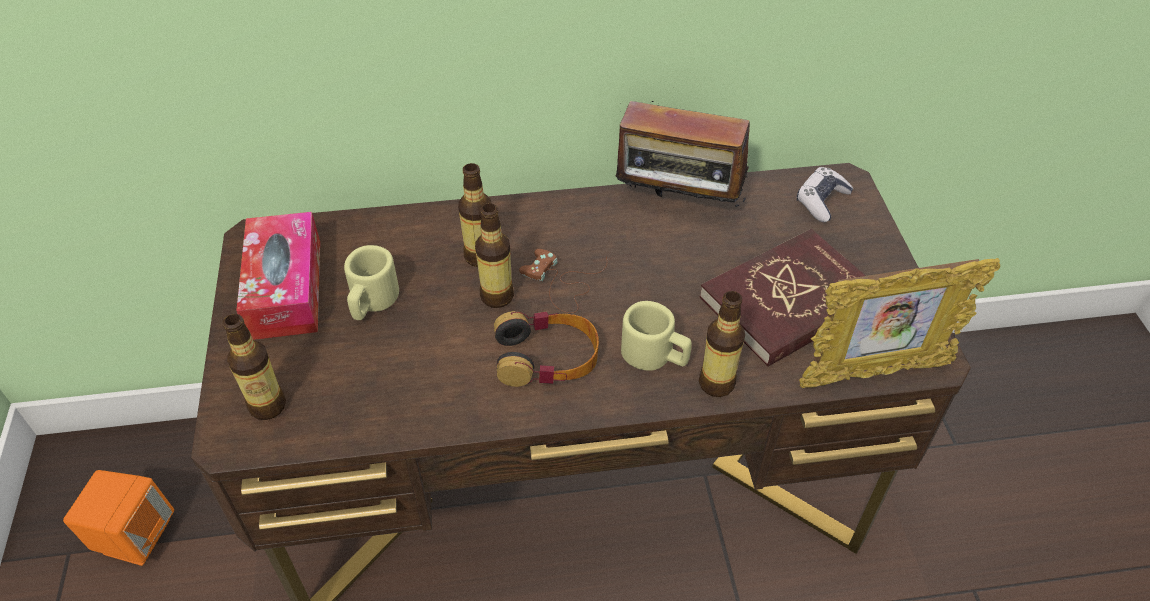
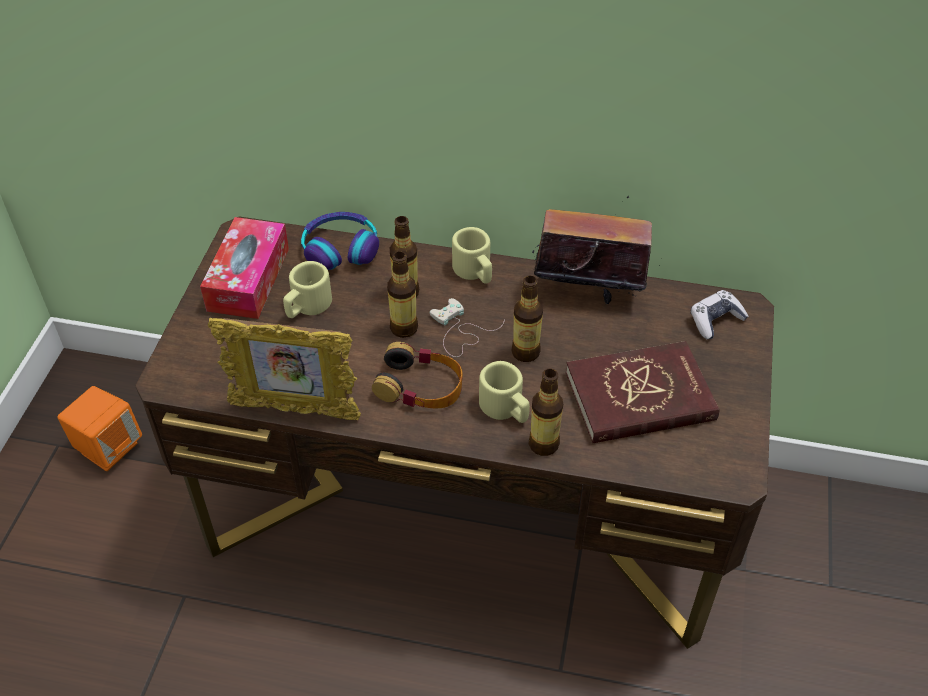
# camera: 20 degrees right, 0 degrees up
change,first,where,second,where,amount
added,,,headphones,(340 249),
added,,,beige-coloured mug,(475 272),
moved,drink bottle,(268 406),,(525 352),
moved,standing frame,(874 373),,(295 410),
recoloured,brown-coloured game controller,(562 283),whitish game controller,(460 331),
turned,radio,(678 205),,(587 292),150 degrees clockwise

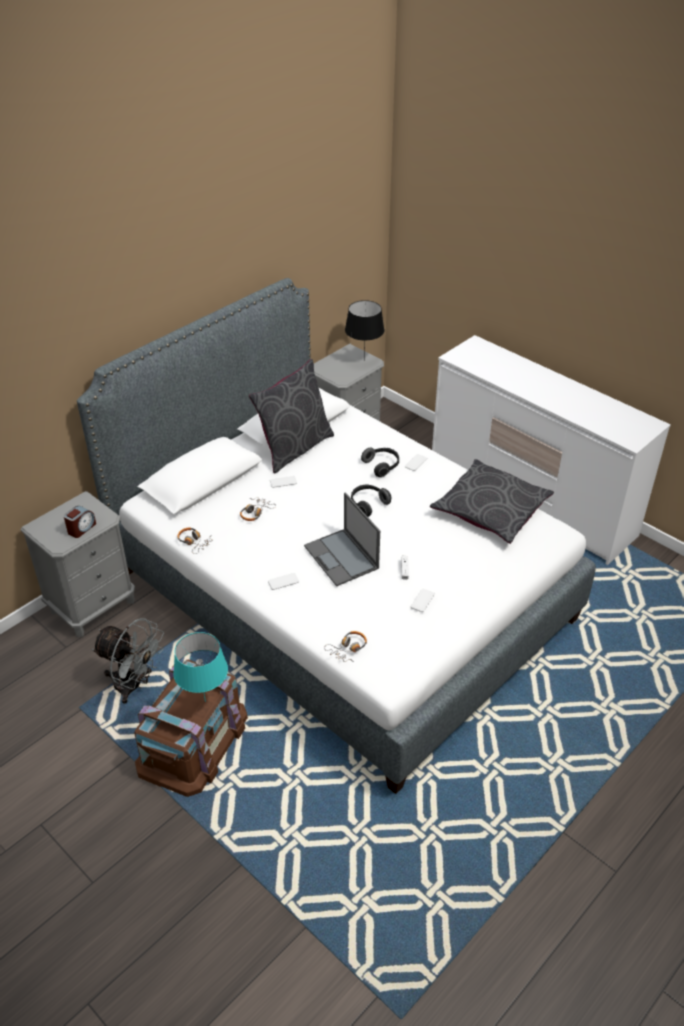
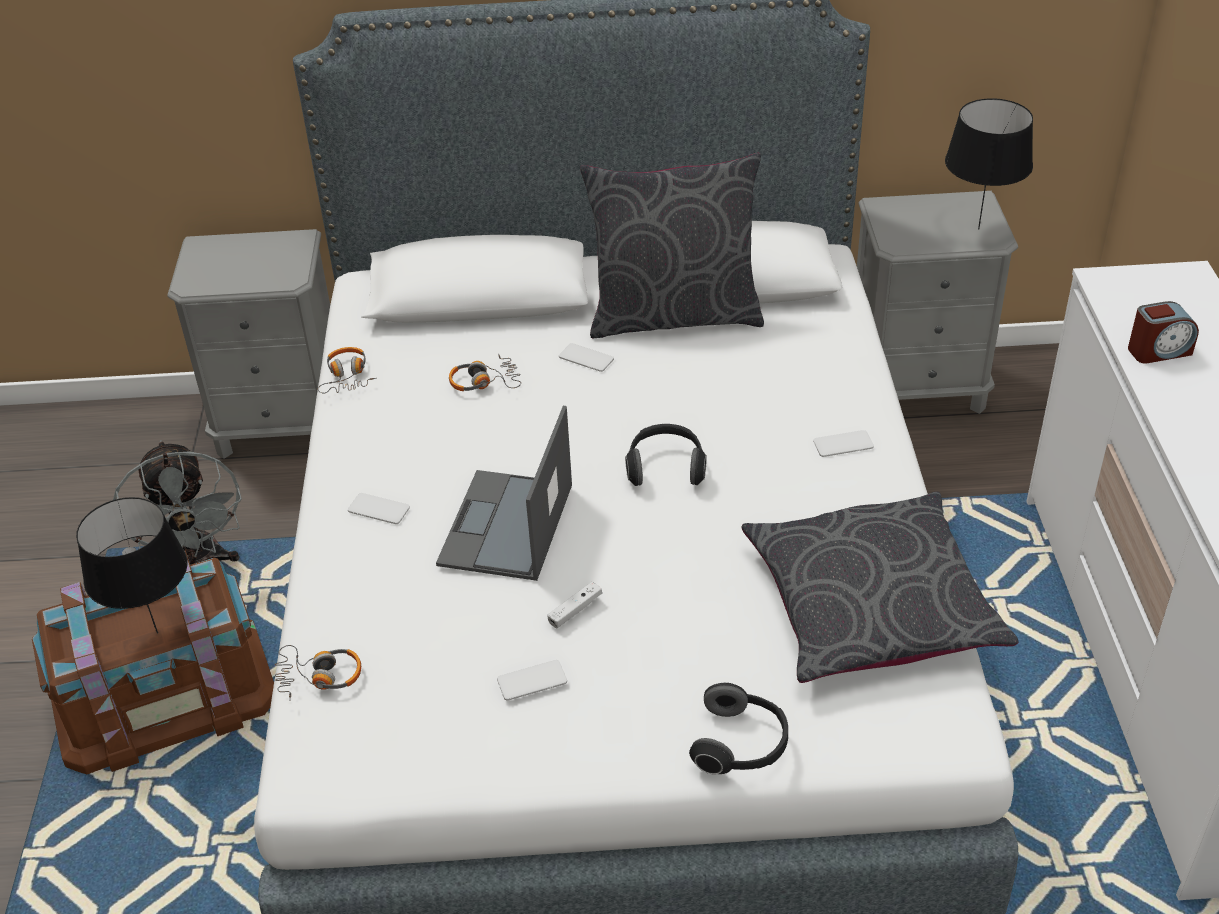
# camera: 45 degrees right, 0 degrees up
change,first,where,second,where,amount
moved,table clock,(81 528),,(1158 351),
moved,headphones,(382 466),,(741 745),
recoloured,blue-green tabletop lamp,(204 701),black-coloured tabletop lamp,(156 632),

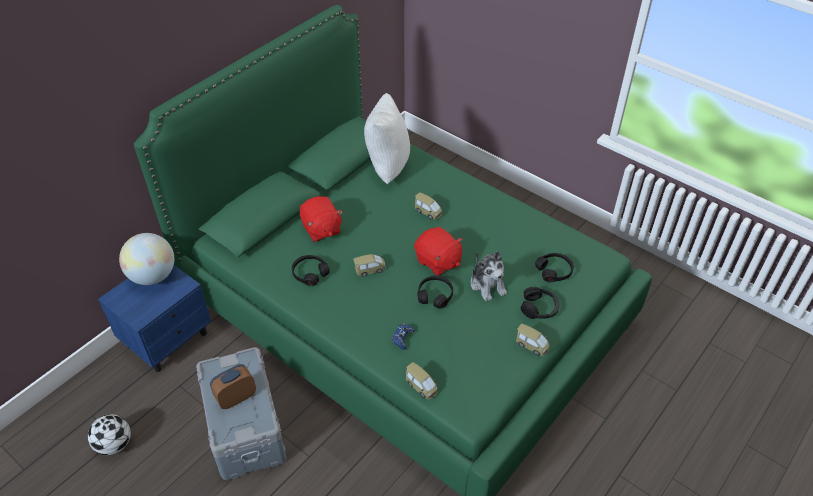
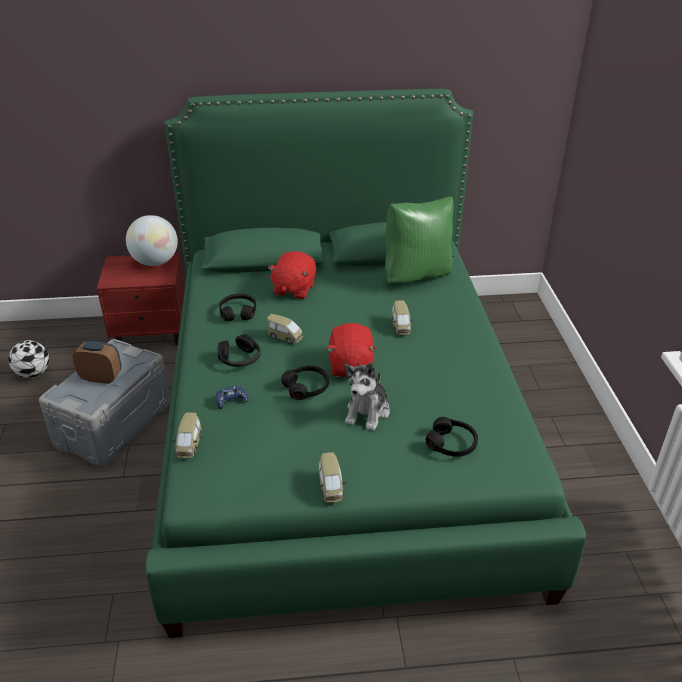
# camera: 45 degrees right, 10 degrees down
change,first,where,second,where,amount
moved,black-coloured headphones,(539 308),,(240 359),
recoloured,bluish bedside table,(168 339),red bedside table,(152 332),
recoloured,whitish cushion,(386 166),greenish cushion,(416 275),

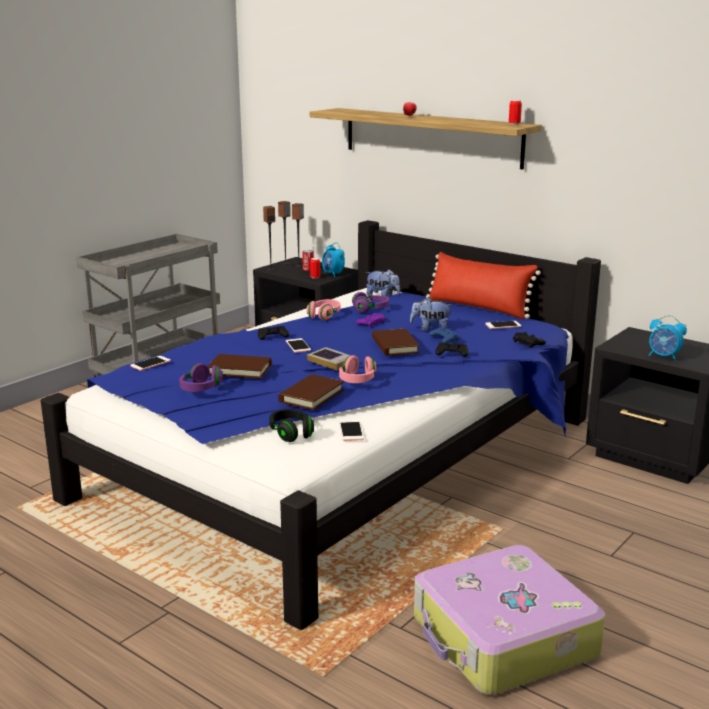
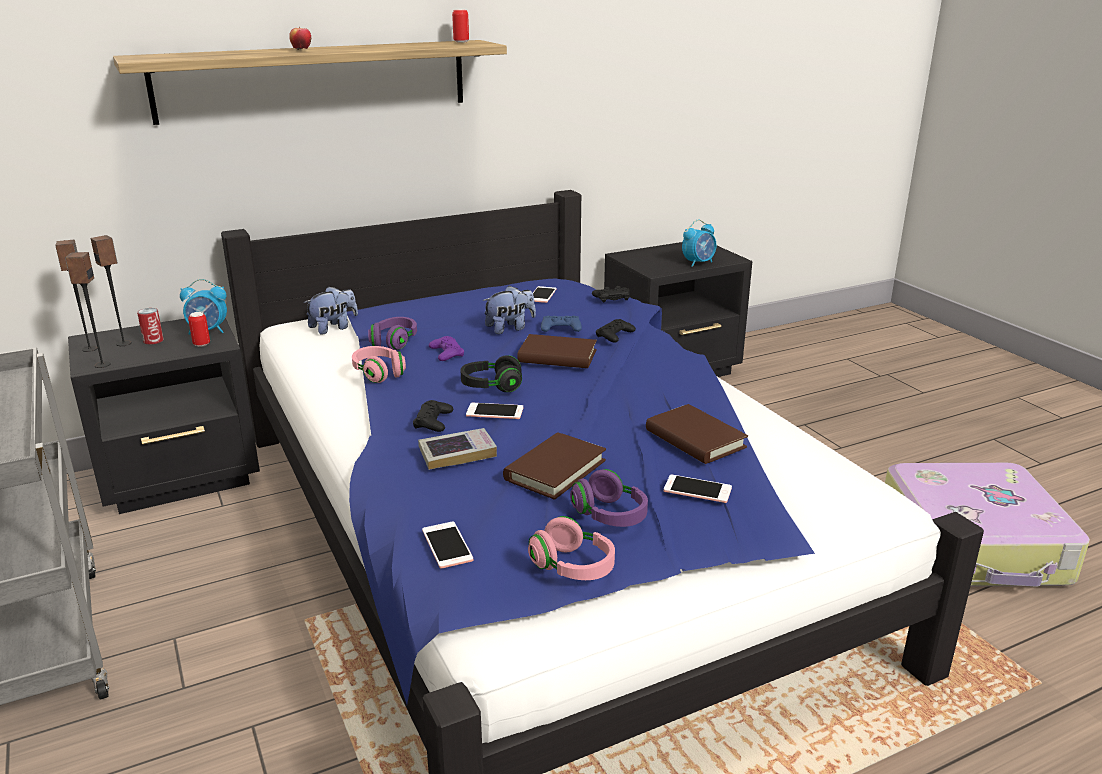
# camera: 65 degrees left, 5 degrees up
change,first,where,second,where,amount
removed,red cushion,(478 308),,,
moved,black-coloured headphones,(291 433),,(491 386),
moved,bound book,(331 362),,(457 453),
moved,pink-coloured headphones,(357 380),,(572 567),
moved,handset,(351 431),,(697 489),
turned,plush toy,(430 329),,(510 328),150 degrees counterclockwise

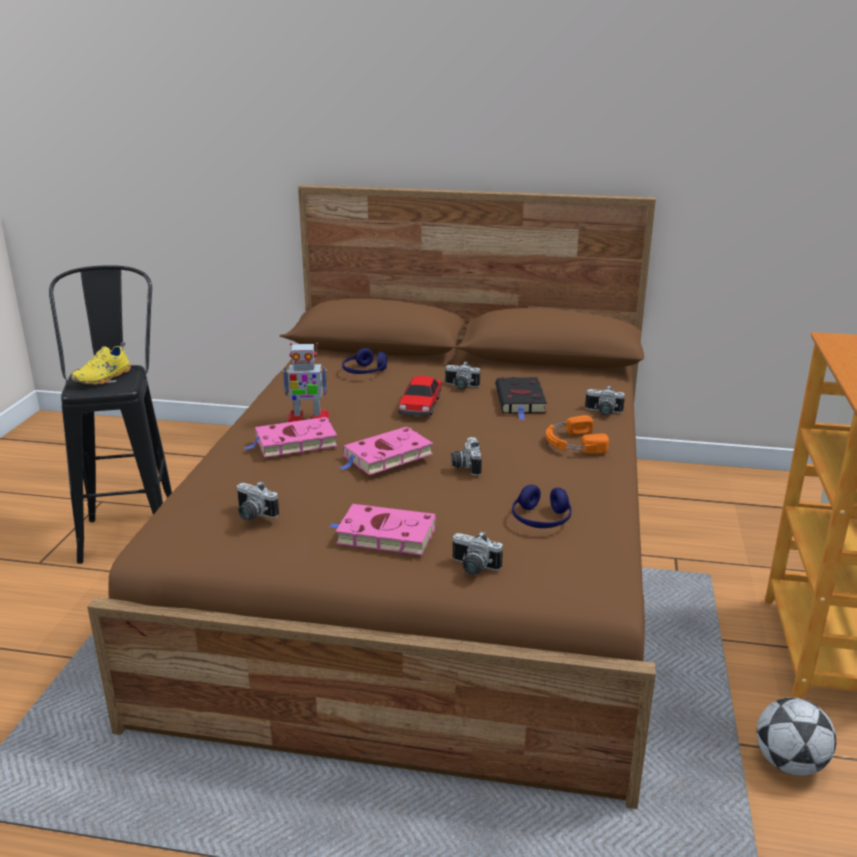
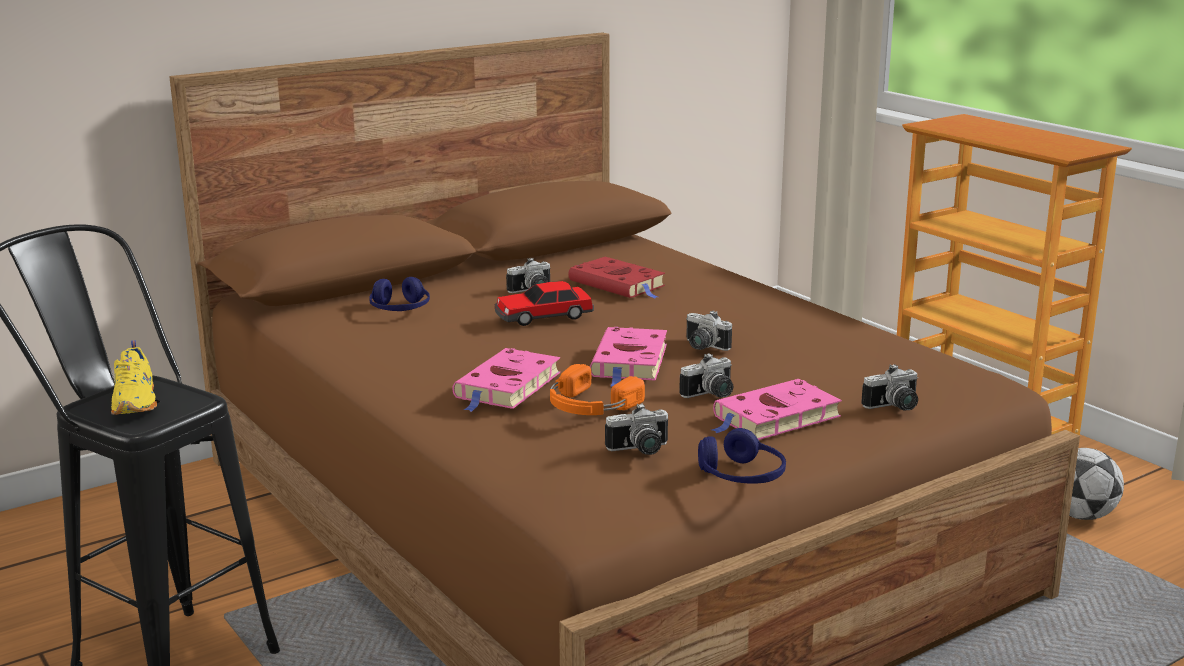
# camera: 45 degrees left, 5 degrees down
change,first,where,second,where,amount
removed,robot figure,(307 419),,,
moved,bluish headphones,(541 520),,(741 476),
moved,orange-coloured headphones,(573 443),,(589 405),
moved,still camera,(603 412),,(711 395),
recoloured,black-coloured bound book,(520 401),red bound book,(619 284),
turned,miniature car,(420 406),,(543 316),105 degrees clockwise

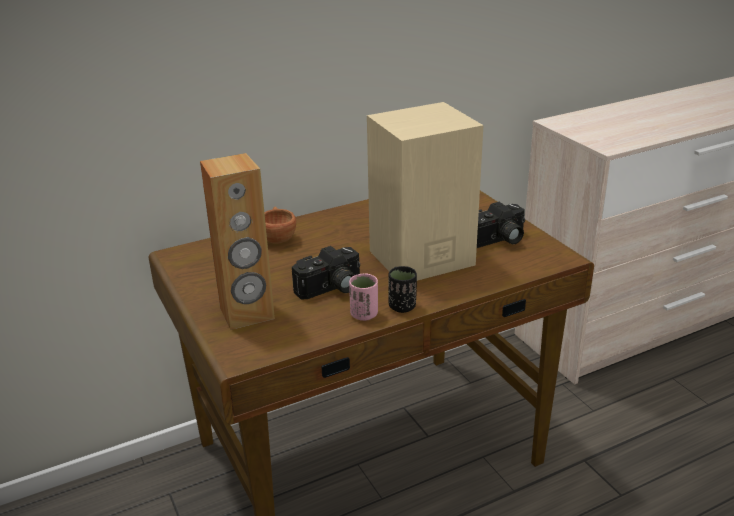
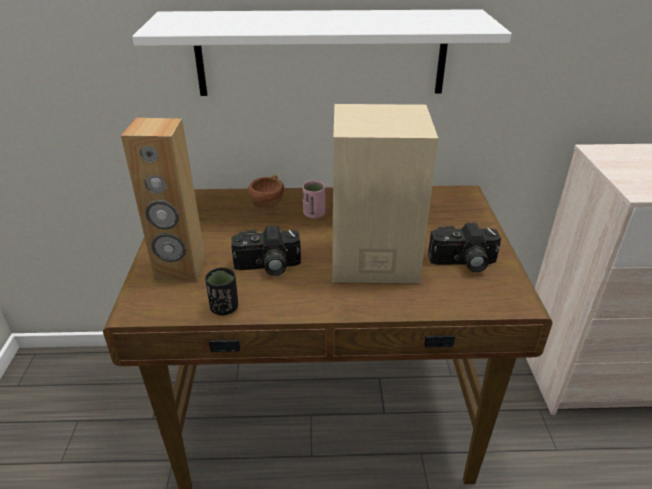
# camera: 25 degrees right, 5 degrees up
change,first,where,second,where,amount
added,,,whitish bracket shelf,(321 53),
moved,pink-coloured drinking cup,(364 315),,(314 214),
moved,black-coloured drinking cup,(402 307),,(224 308),

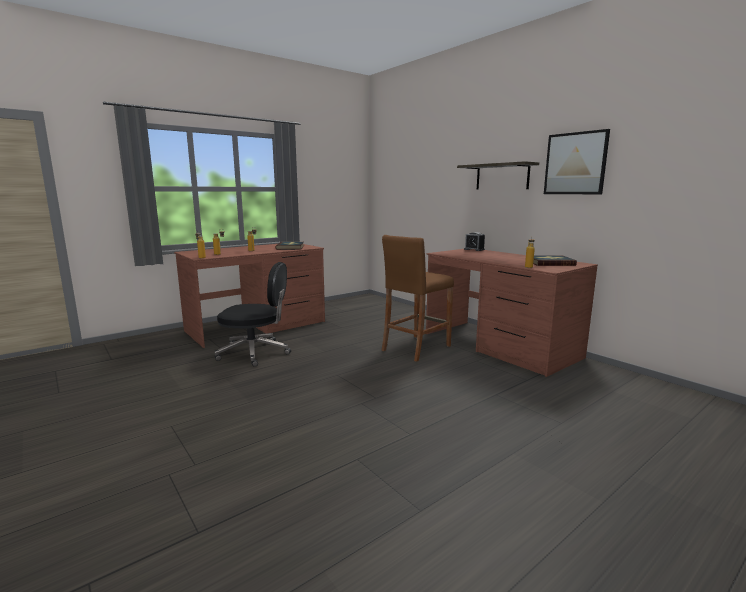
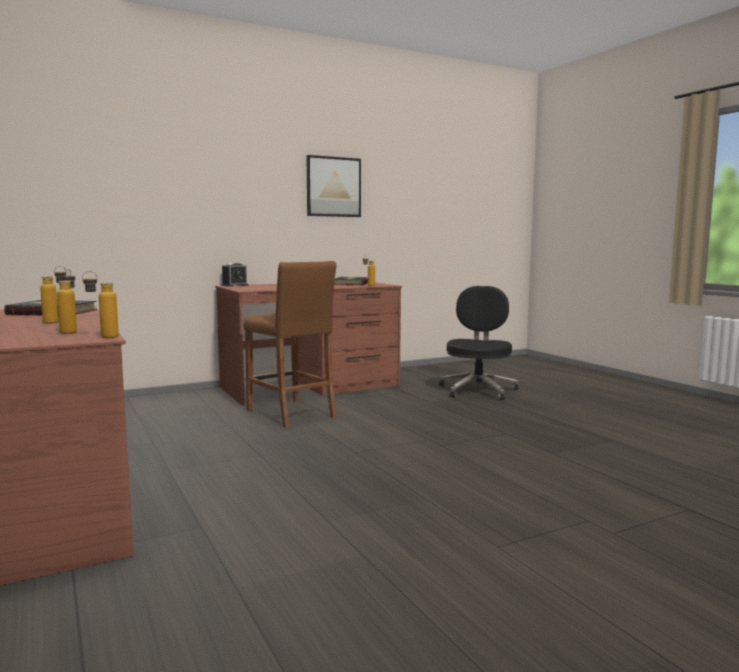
# camera: 80 degrees left, 5 degrees down
change,first,where,second,where,amount
removed,bracket shelf,(502 176),,,
moved,black-coloured computer chair,(255 352),,(478 390),

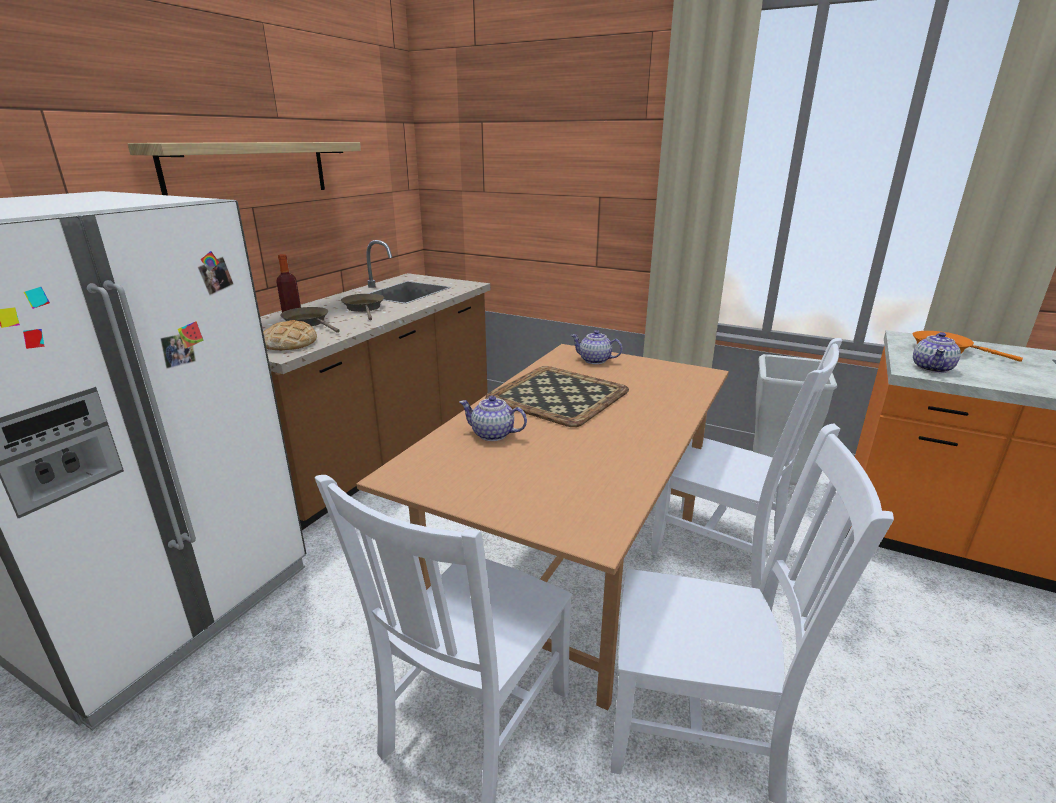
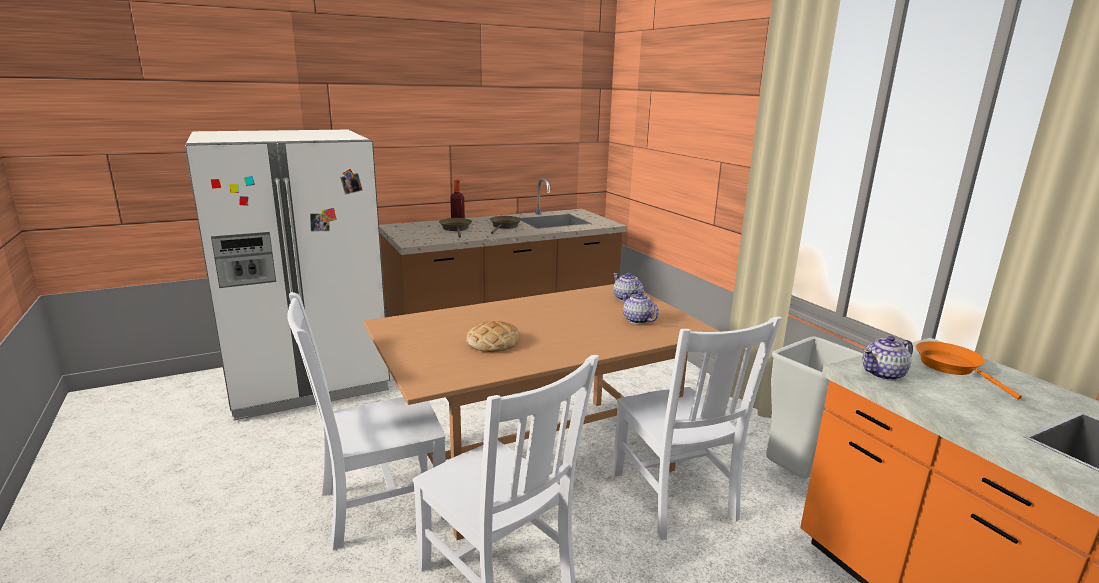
# camera: 35 degrees right, 5 degrees down
change,first,where,second,where,amount
removed,bracket shelf,(249 169),,,
removed,carrying tray,(558 396),,,
moved,bread,(290 343),,(492 342),
moved,tea pot,(493 434),,(637 320),

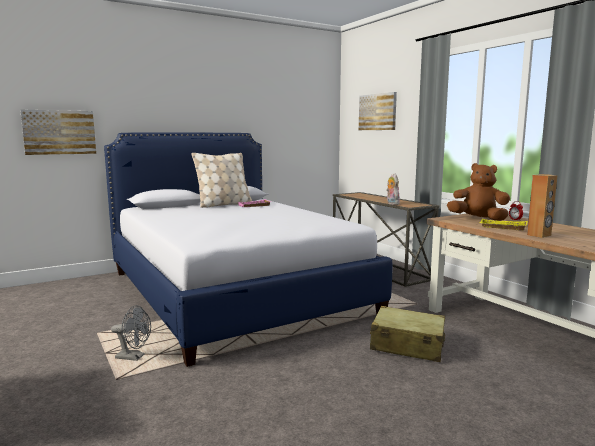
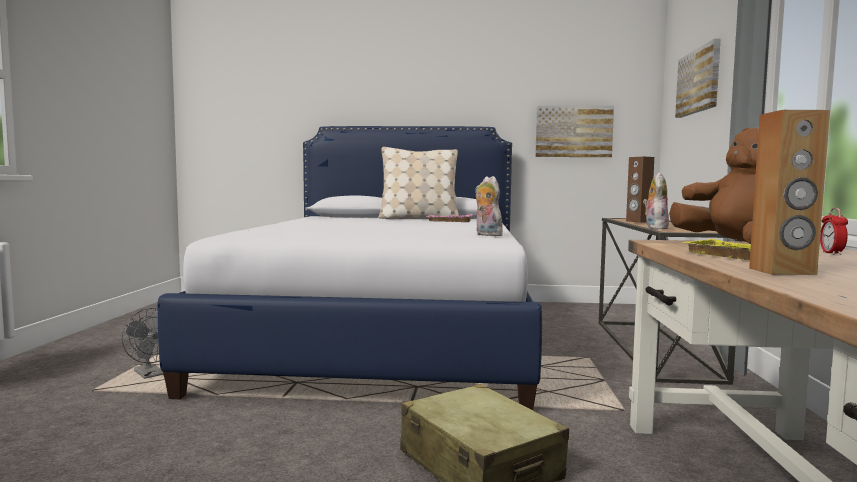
# camera: 35 degrees right, 5 degrees down
change,first,where,second,where,amount
added,,,plush toy,(486 235),
added,,,brown-coloured speaker,(638 221),
moved,wall picture,(59 132),,(573 131),

